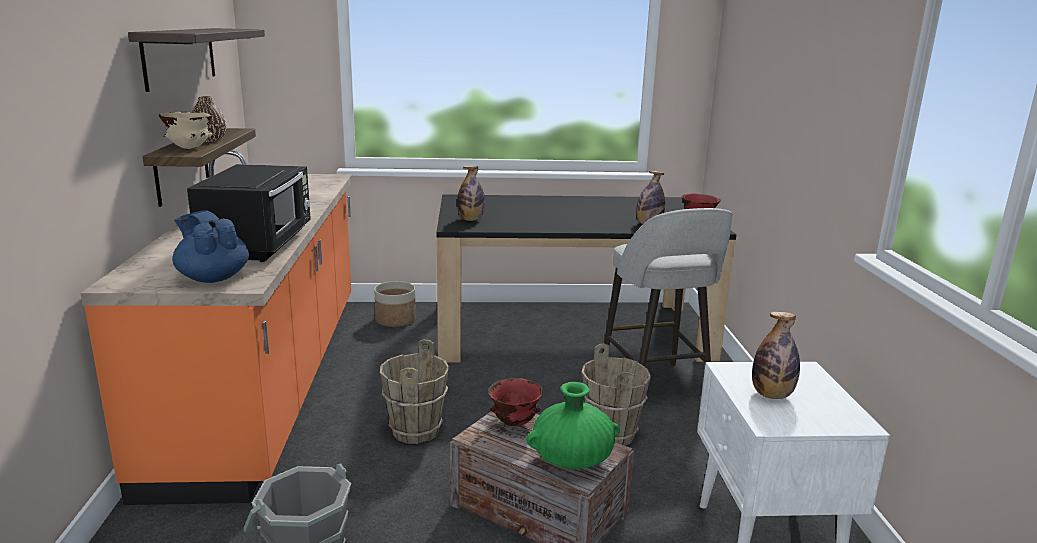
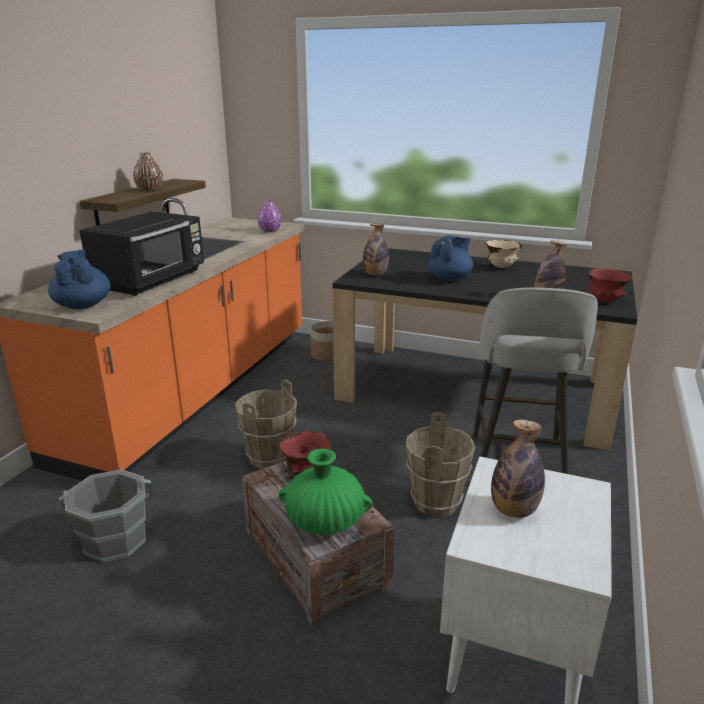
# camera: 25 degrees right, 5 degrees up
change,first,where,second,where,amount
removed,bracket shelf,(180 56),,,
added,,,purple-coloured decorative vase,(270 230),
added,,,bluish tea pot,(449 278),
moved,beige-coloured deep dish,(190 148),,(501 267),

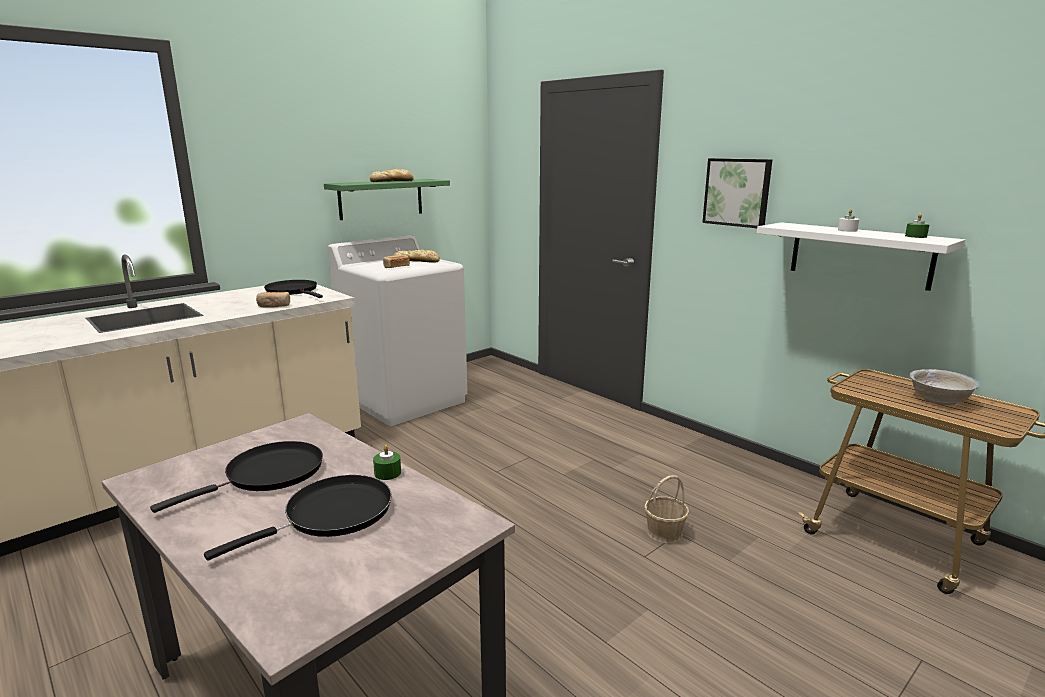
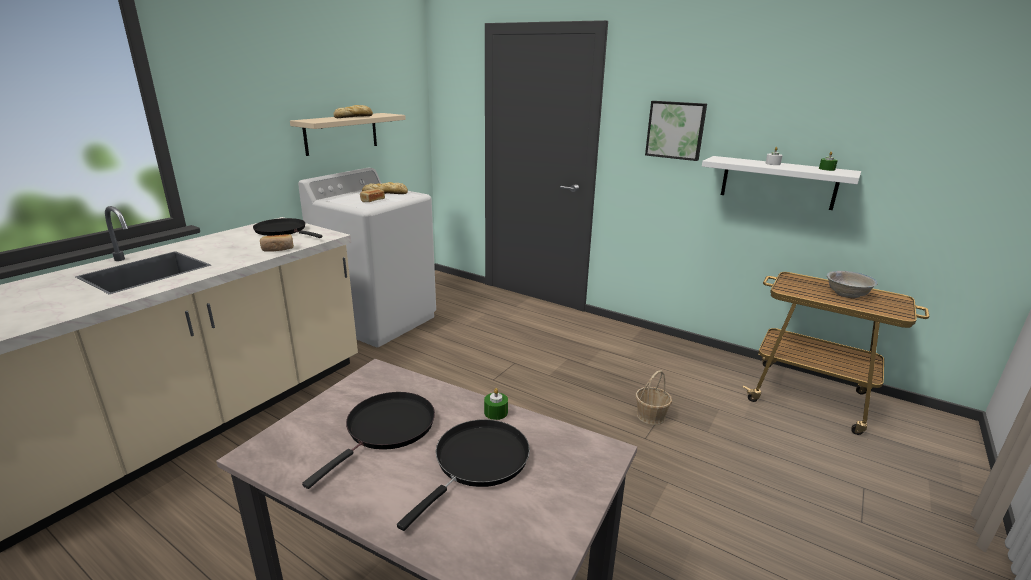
# camera: 15 degrees left, 5 degrees up
change,first,where,second,where,amount
recoloured,greenish bracket shelf,(381 199),beige-coloured bracket shelf,(341 133),

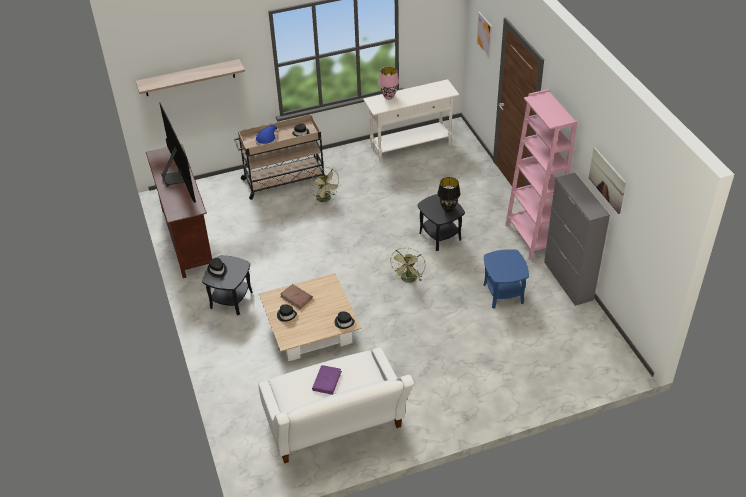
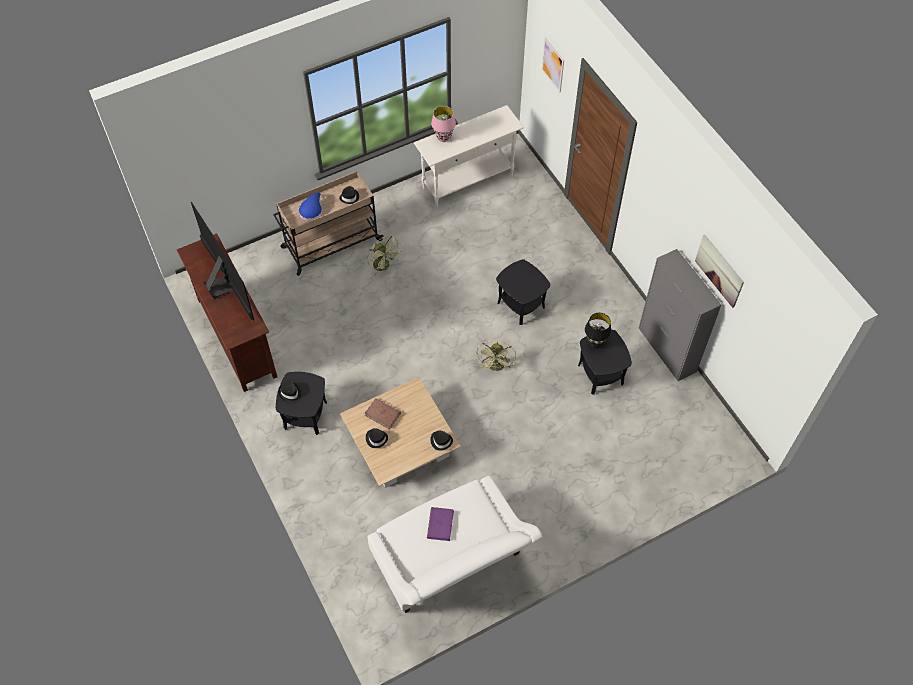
# camera: 10 degrees left, 15 degrees up
change,first,where,second,where,amount
removed,bracket shelf,(189 78),,,
removed,pink-coloured bookcase,(531 238),,,
moved,black-coloured tabletop lamp,(448 209),,(595 343),
recoloured,bluish end table,(503 294),black-coloured end table,(600 374),

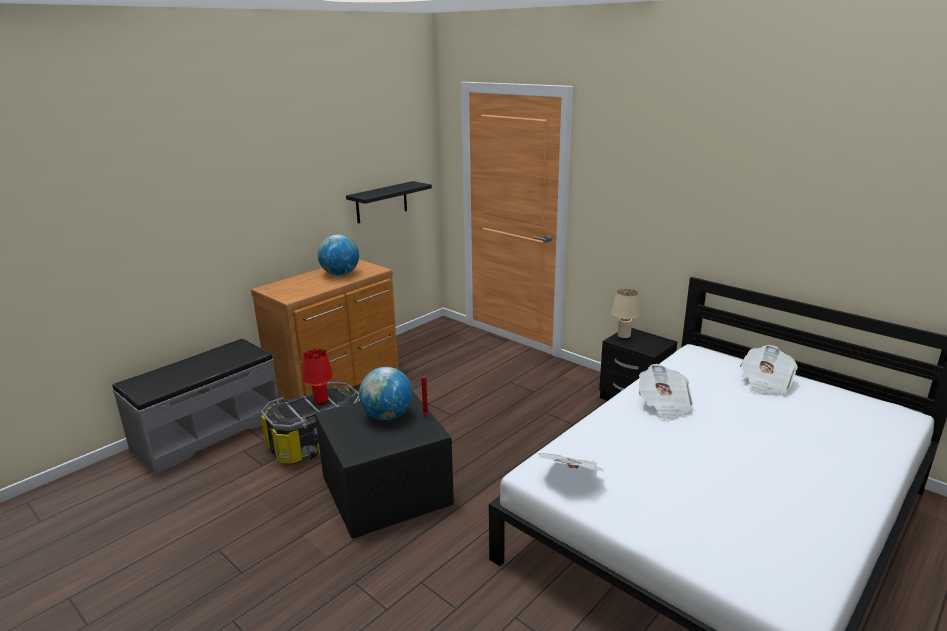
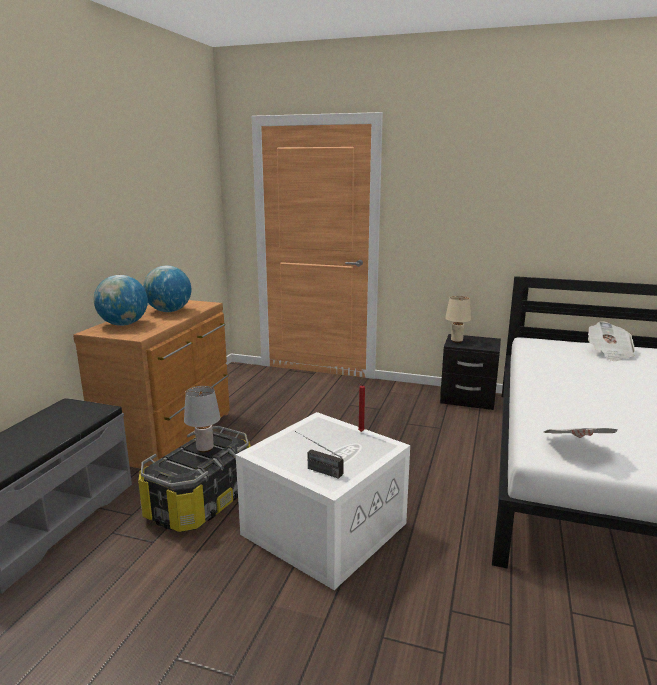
# camera: 25 degrees left, 5 degrees down
change,first,where,second,where,amount
removed,black-coloured bracket shelf,(381 202),,,
removed,newspaper,(664 406),,,
added,,,radio,(316 469),
moved,world globe,(387 416),,(123 324),
recoloured,red tabletop lamp,(320 401),gray tabletop lamp,(204 449),
recoloured,black-coloured storage container,(387 488),whitish storage container,(324 527),

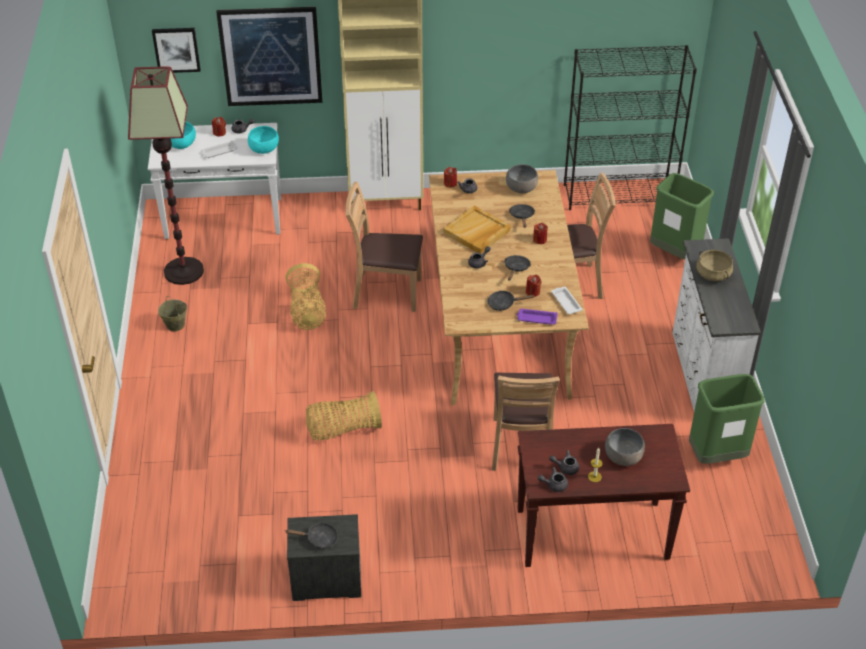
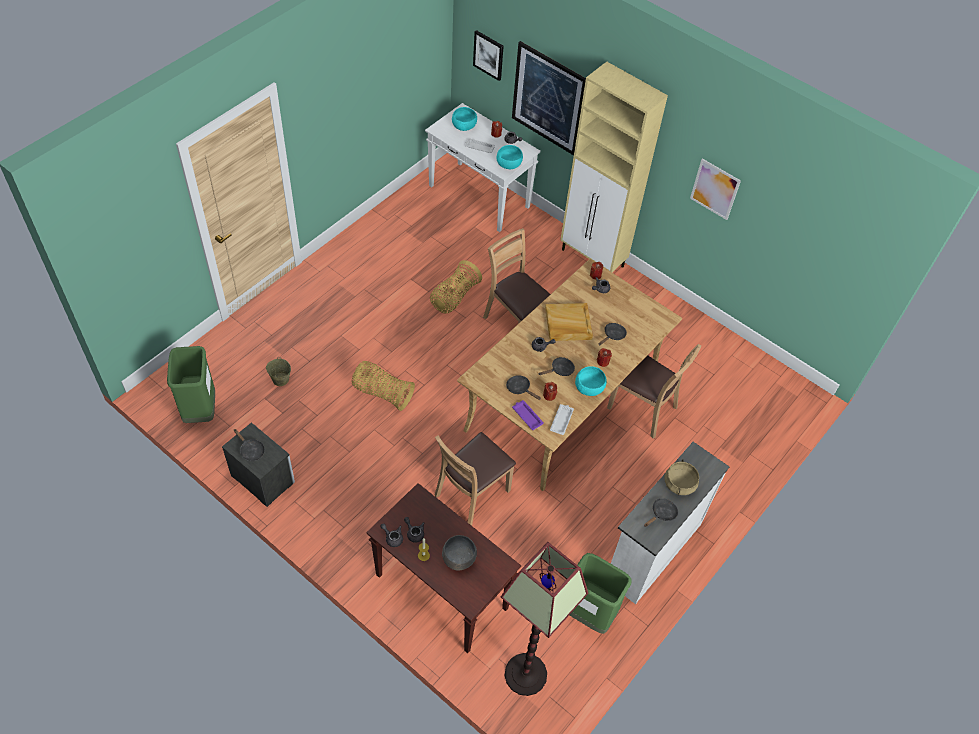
# camera: 40 degrees right, 10 degrees up
change,first,where,second,where,amount
removed,gray deep dish,(521 188),,,
removed,black-coloured bookcase,(619 194),,,
added,,,blue-green deep dish,(589 388),
added,,,black-coloured pan,(662 514),
added,,,wall picture,(715 189),
moved,standard lamp,(184 271),,(526 674),
moved,beige-coloured water bucket,(175 325),,(280 379),
moved,greenish trash can,(675 253),,(200 410),

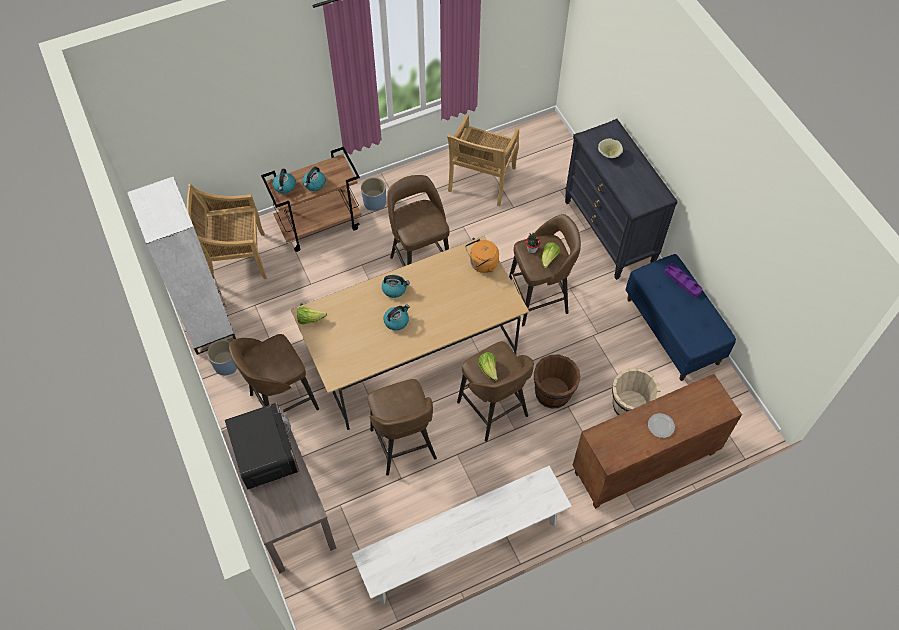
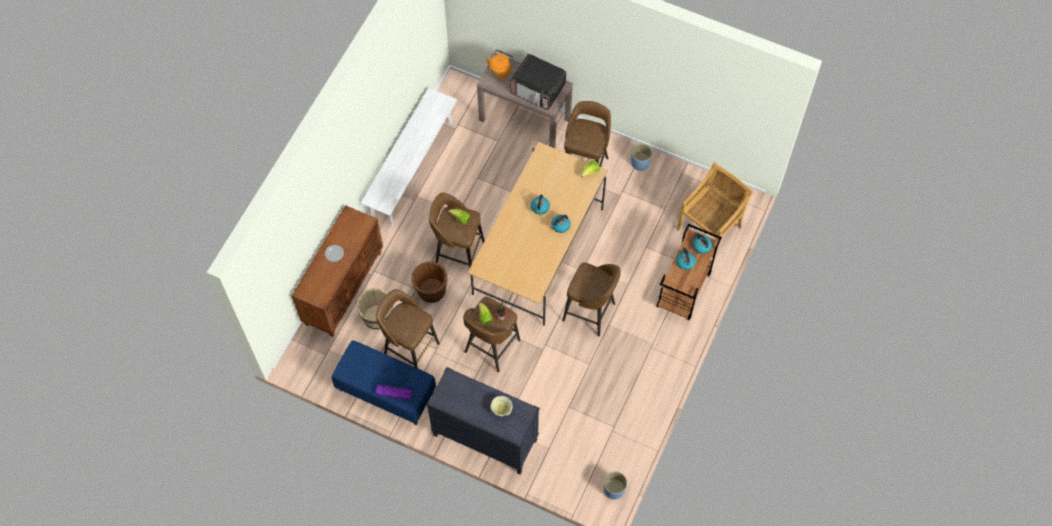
# camera: 140 degrees right, 5 degrees up
change,first,where,second,where,amount
removed,whitish bookcase,(207 323),,,
removed,beige-coloured chair,(481 180),,,
moved,bluish plant pot,(375 202),,(614 489),
moved,brown-coloured sitting stool,(404 446),,(410 349),
moved,orange-coloured kettle,(482 264),,(500 70),

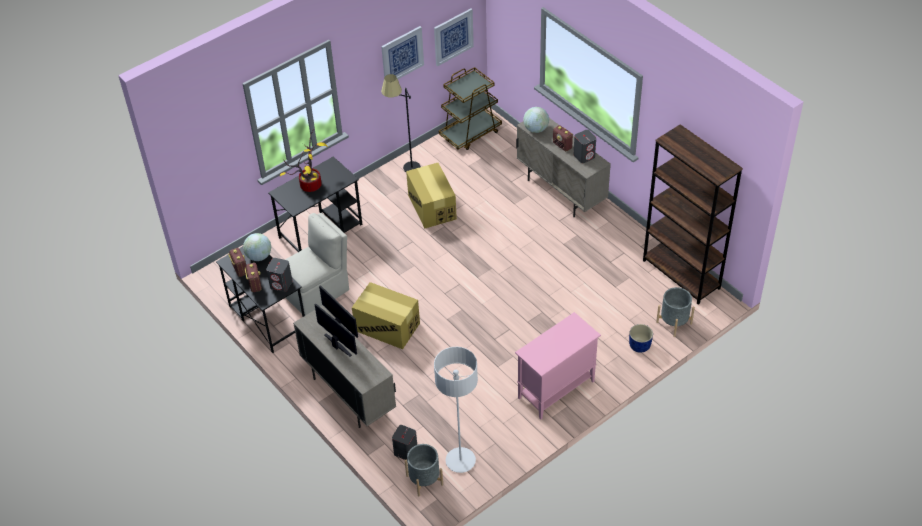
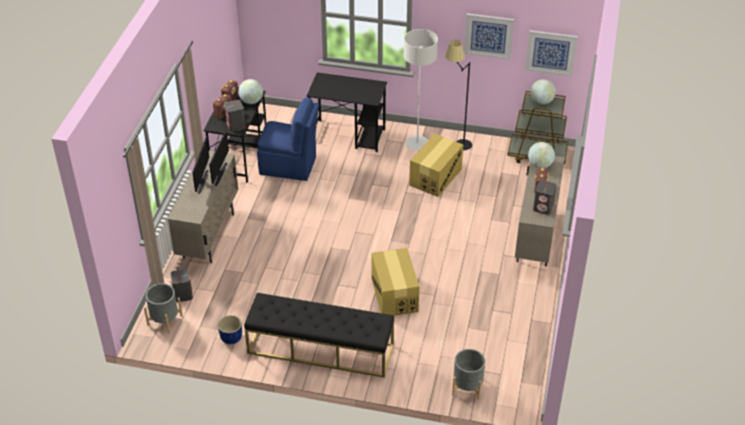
# camera: 50 degrees right, 5 degrees down
change,first,where,second,where,amount
removed,potted plant,(310 183),,,
removed,brown-coloured bookcase,(681 274),,,
added,,,world globe,(542 101),
moved,carton,(387 327),,(394 295),
moved,gray standard lamp,(460 461),,(417 144),
moved,bluish plant pot,(639 346),,(231 337),
replaced,pink-coloured cupboard,(555 390),black-coloured bench,(320 349),
recoloured,beige-coloured chair,(317 291),bluish chair,(289 166),

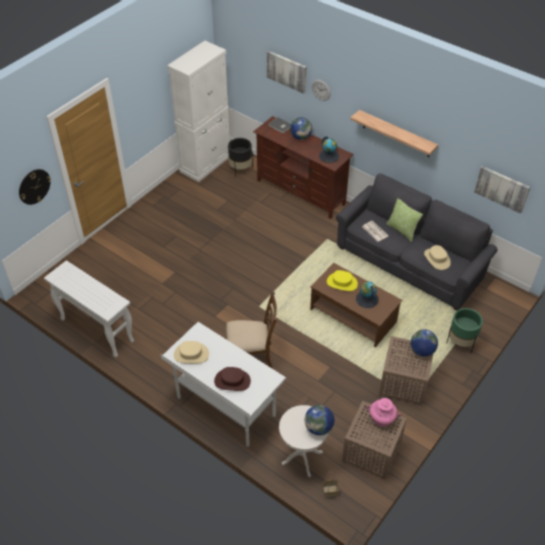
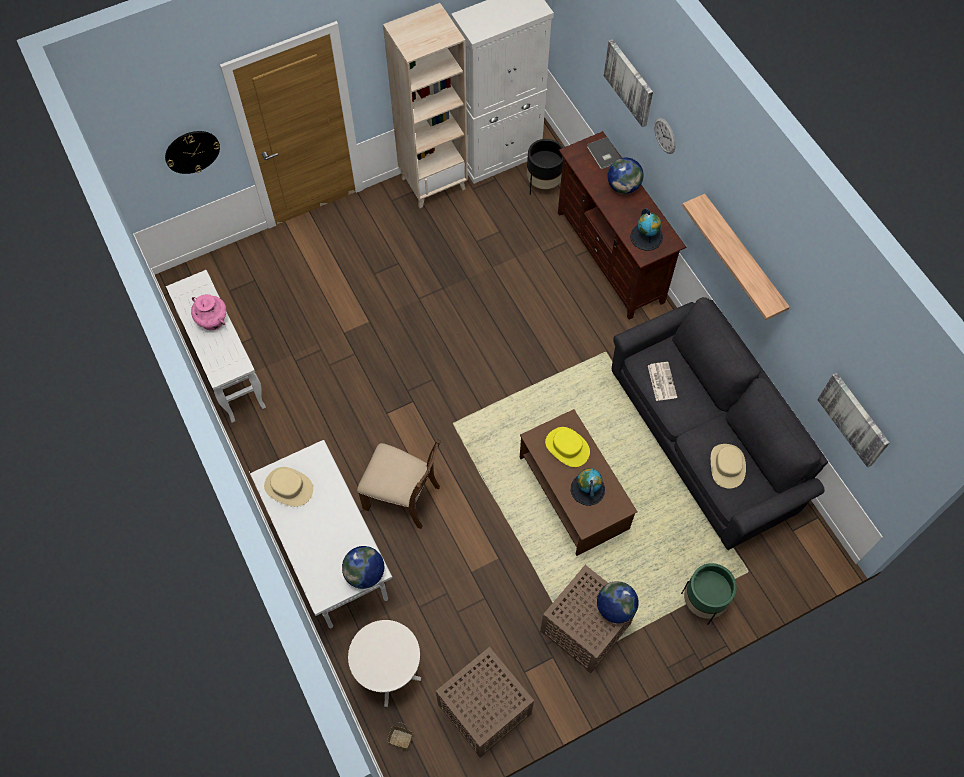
# camera: 25 degrees right, 15 degrees up
change,first,where,second,where,amount
removed,brown-coloured wearable hat,(232 381),,,
removed,cushion,(402 230),,,
added,,,beige-coloured bookcase,(433 183),
moved,world globe,(318 427),,(365 573),
moved,pink-coloured decorative vase,(381 418),,(212 320),

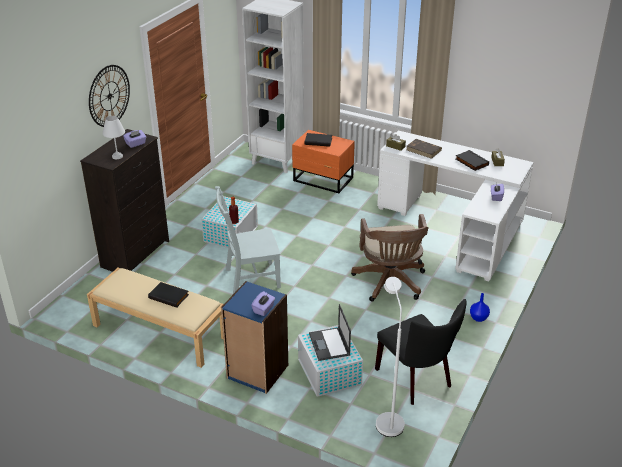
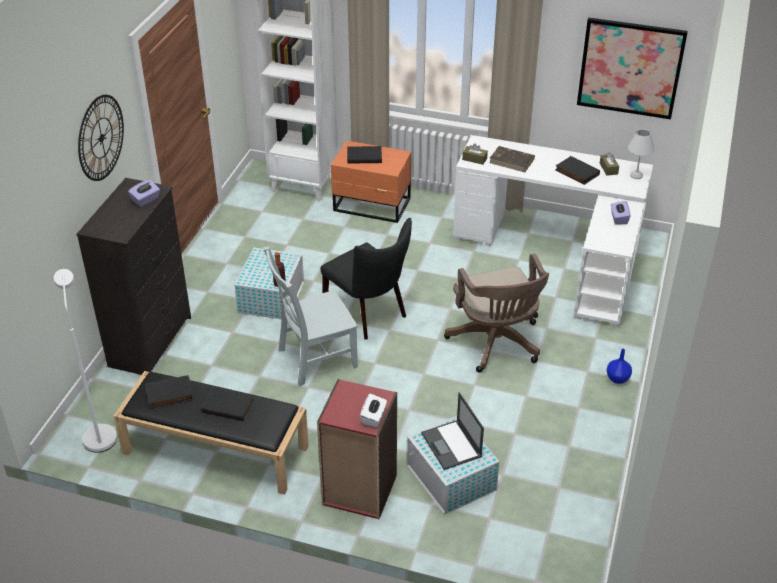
# camera: 10 degrees left, 5 degrees up
change,first,where,second,where,amount
added,,,black-coloured bound book,(169 395),
added,,,wall picture,(630 68),
moved,whitish tabletop lamp,(117 156),,(636 175),
moved,black-coloured chair,(417 380),,(369 314),
moved,whitish standard lamp,(388 419),,(99 433),
recoloured,beige-coloured bench,(159 331),black-coloured bench,(214 450),
recoloured,bluish bookcase,(257 372),red bookcase,(359 490),
recoloured,purple-coloured tissue box,(263 309),whitish tissue box,(374 417),

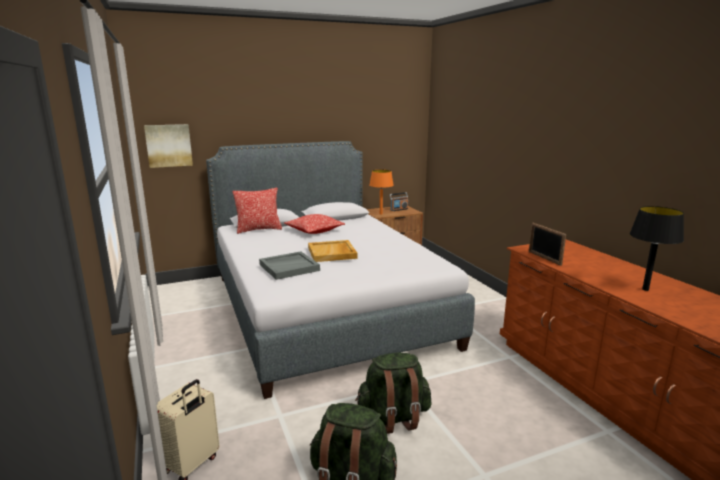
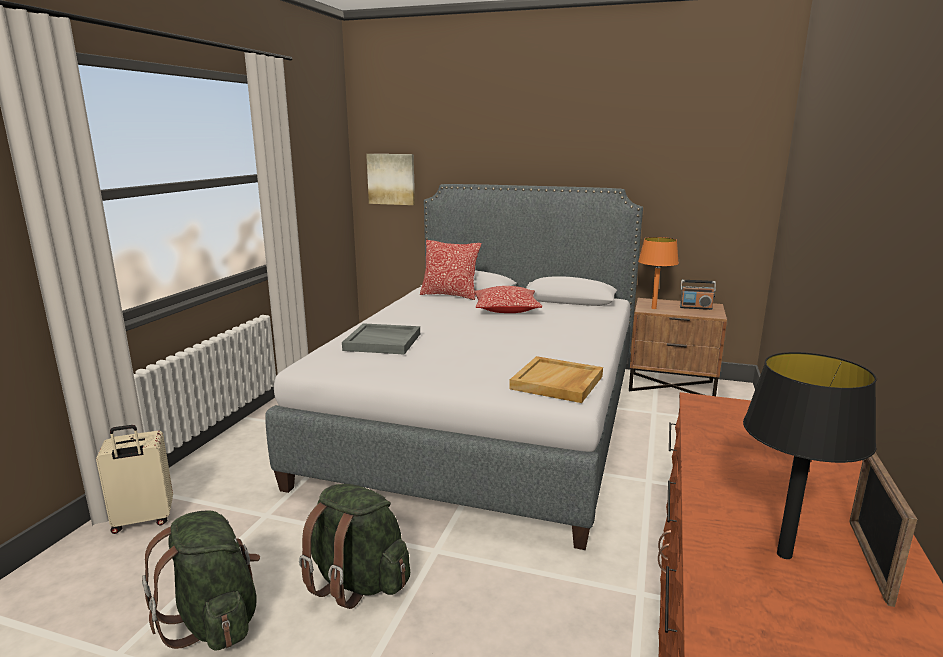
# camera: 40 degrees right, 0 degrees up
change,first,where,second,where,amount
moved,beige-coloured carrying tray,(332 253),,(557 383),
moved,standing frame,(544 258),,(869 560),

